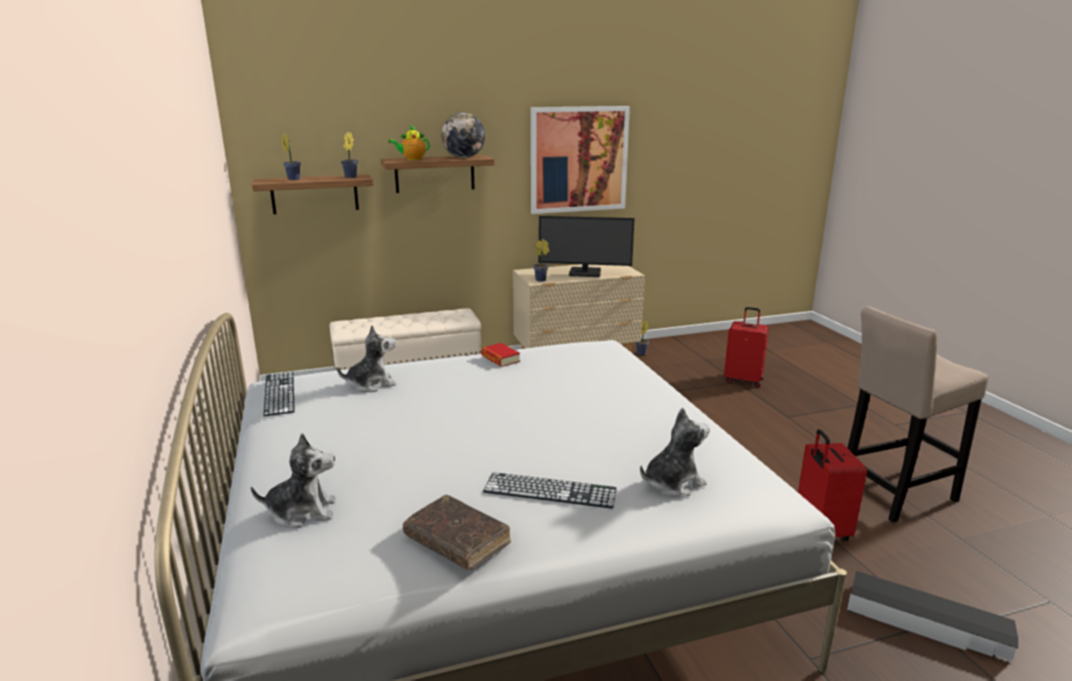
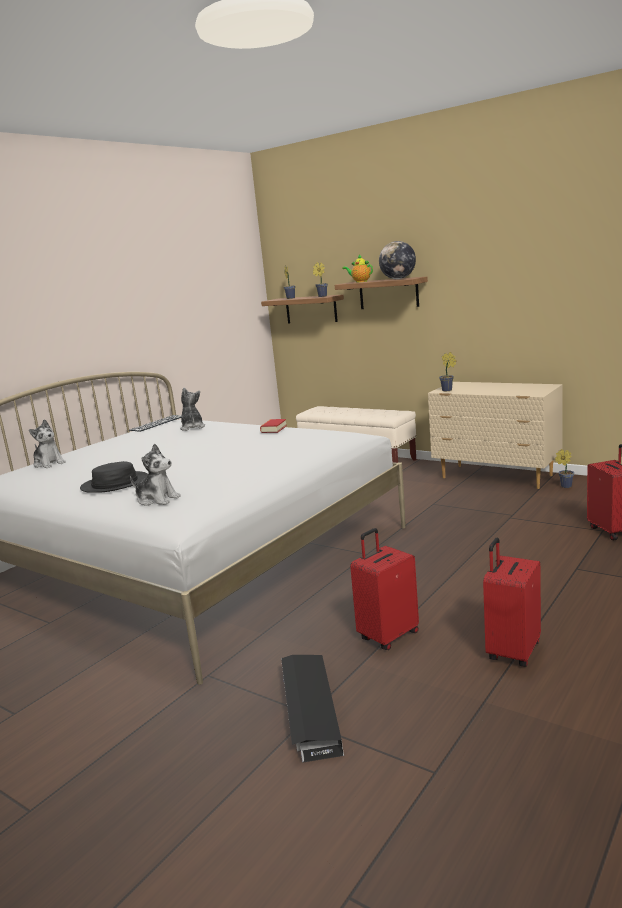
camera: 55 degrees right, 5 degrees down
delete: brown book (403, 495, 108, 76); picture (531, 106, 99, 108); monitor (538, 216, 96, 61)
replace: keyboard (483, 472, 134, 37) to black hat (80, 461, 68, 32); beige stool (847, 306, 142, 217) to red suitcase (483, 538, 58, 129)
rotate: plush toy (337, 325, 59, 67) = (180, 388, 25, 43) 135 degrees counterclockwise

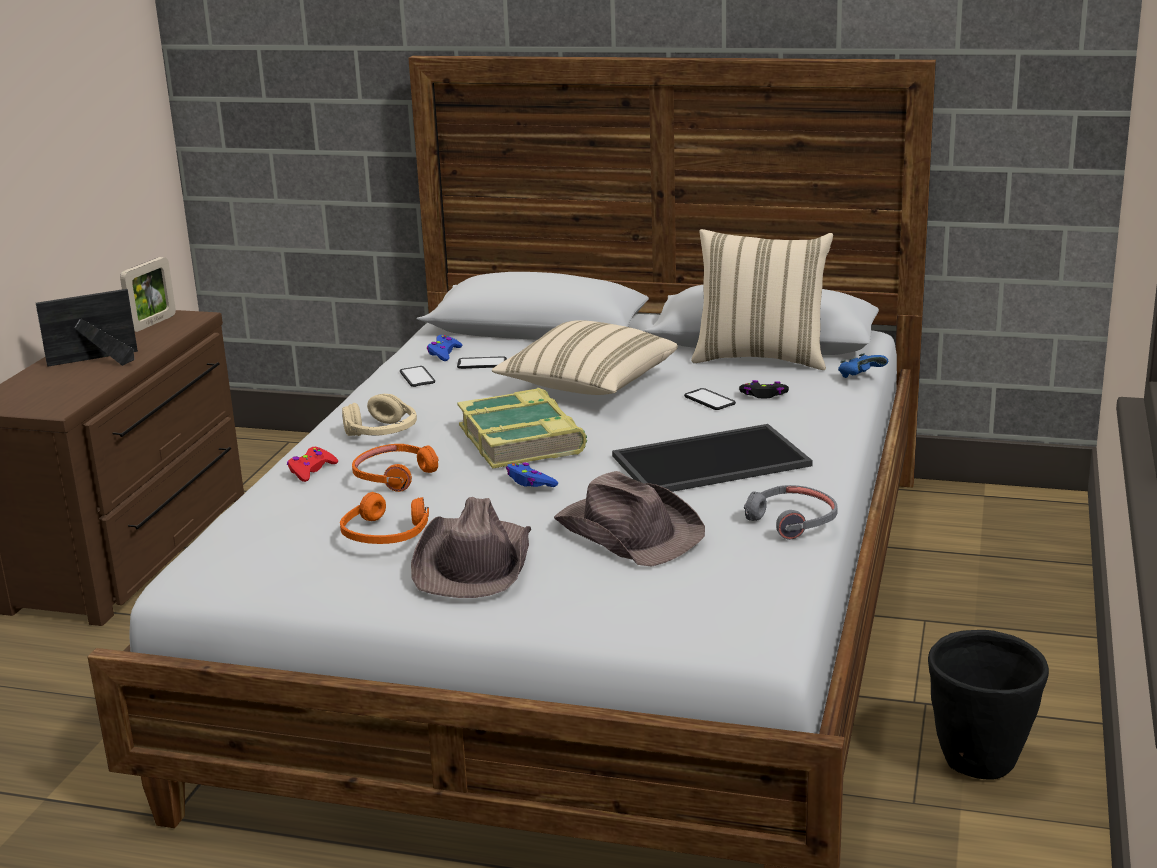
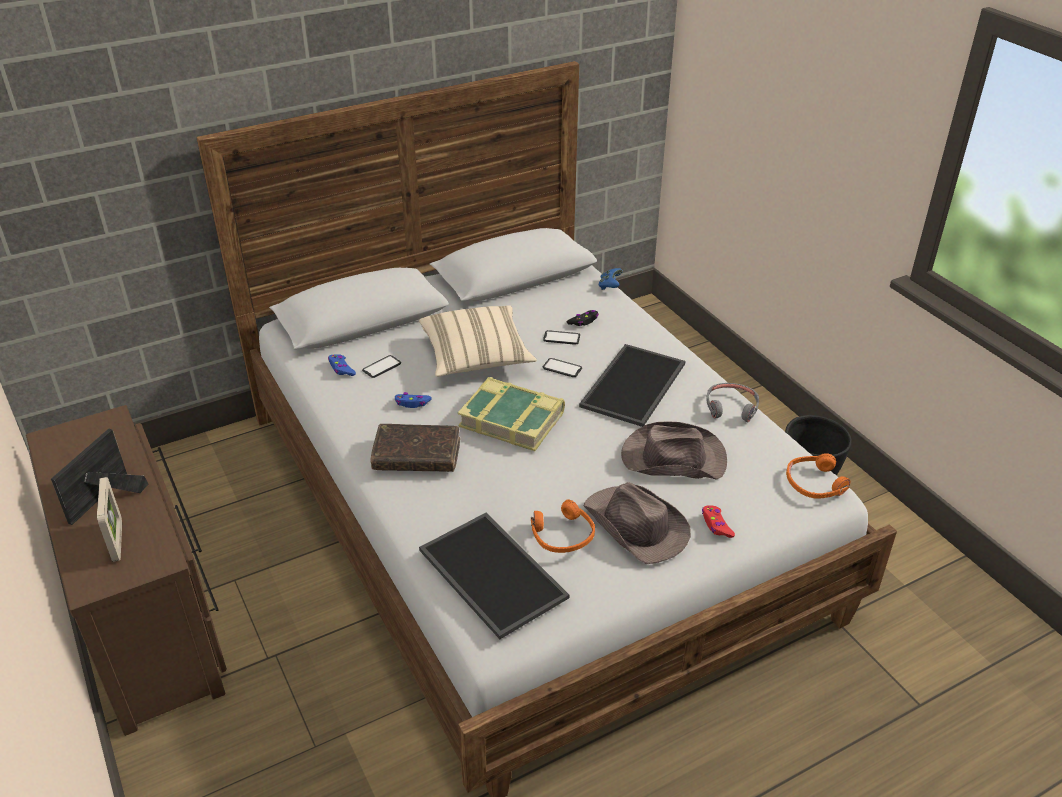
camera: 45 degrees left, 15 degrees up
delete: beige pillow (691, 229, 142, 141)
insert: tray (419, 513, 150, 126)
move: picture frame (120, 257, 56, 75) to (97, 477, 25, 85); red game controller (287, 447, 51, 35) to (702, 505, 33, 33); orange headphones (352, 444, 87, 48) to (786, 453, 64, 46); phone (400, 366, 35, 21) to (543, 358, 39, 19); blue game controller (506, 462, 52, 25) to (395, 392, 37, 16)
replace: beige headphones (342, 394, 75, 42) to brown book (370, 424, 90, 48)

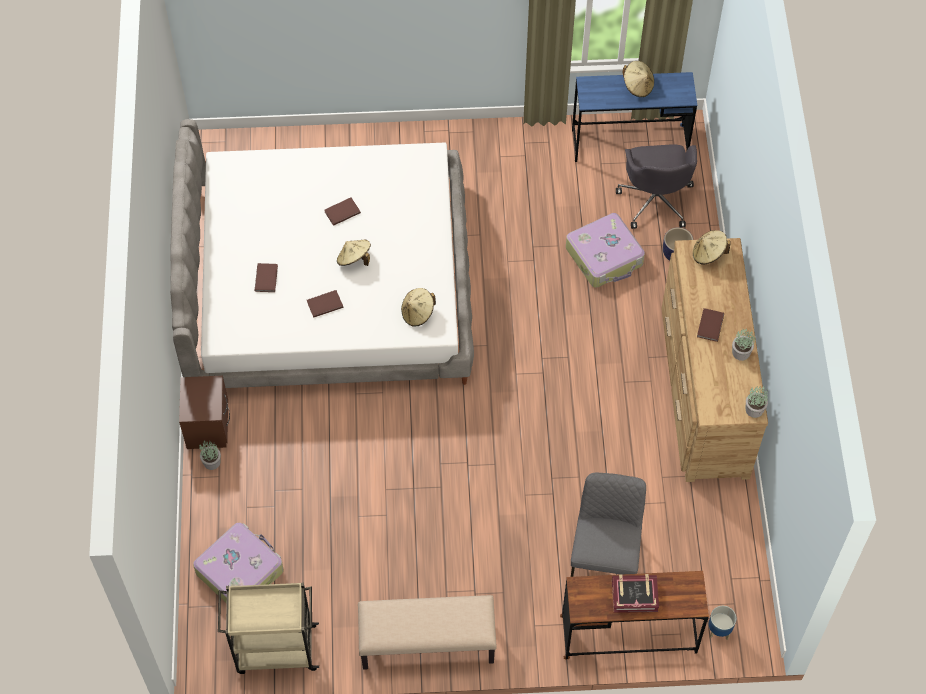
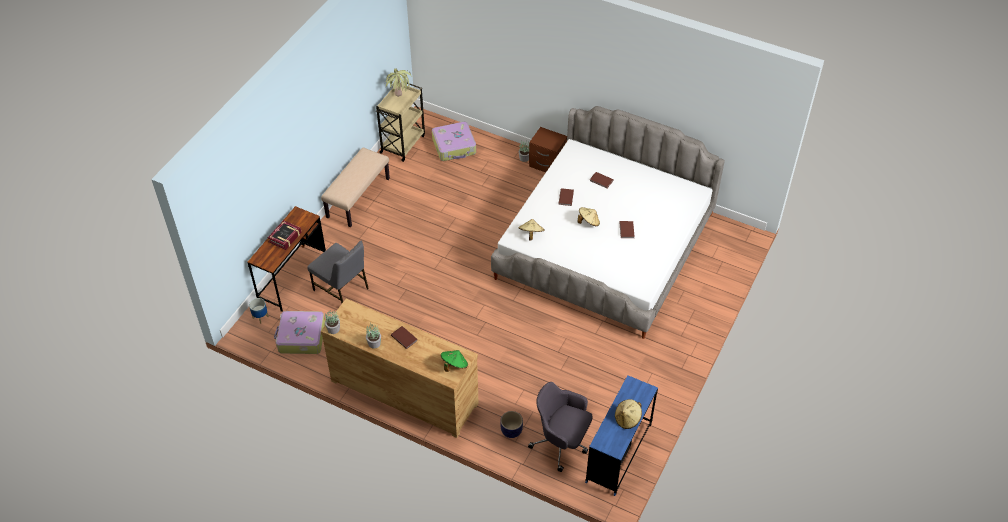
camera: 120 degrees right, 10 degrees down
insert: potted plant (386, 68, 26, 29)
move: suitcase (566, 213, 79, 75) to (274, 311, 51, 43)
recolor: beige hat (693, 230, 37, 34) to green hat (441, 350, 27, 22)

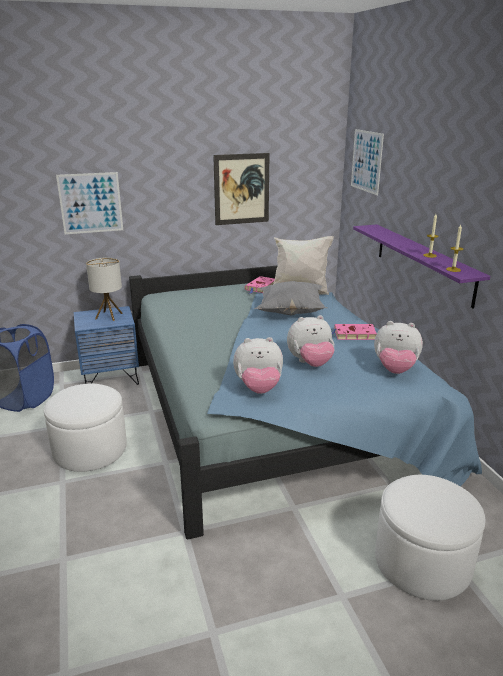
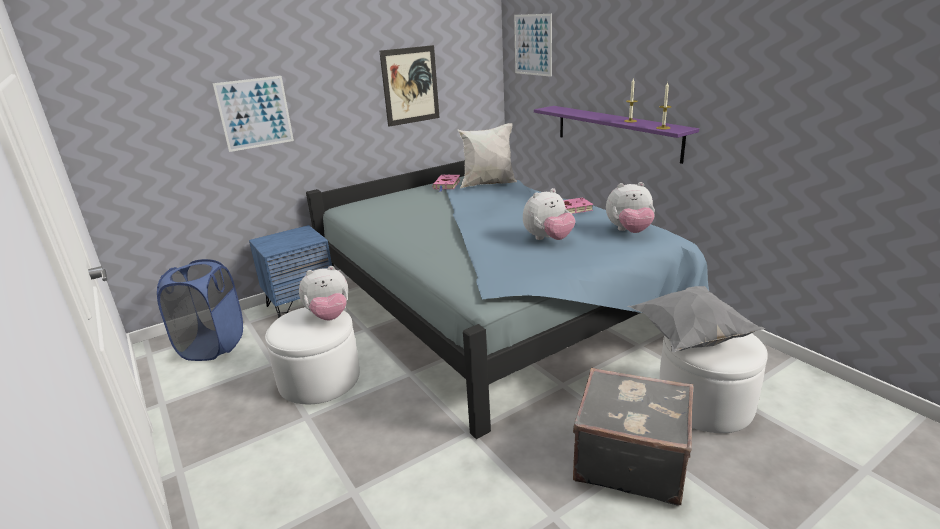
camera: 15 degrees left, 0 degrees up
delete: table lamp (86, 258, 37, 63)
insert: grey suitcase (573, 368, 120, 137)
move: plush toy (233, 337, 50, 57) to (299, 266, 49, 55); grey pillow (254, 281, 73, 35) to (628, 286, 138, 66)

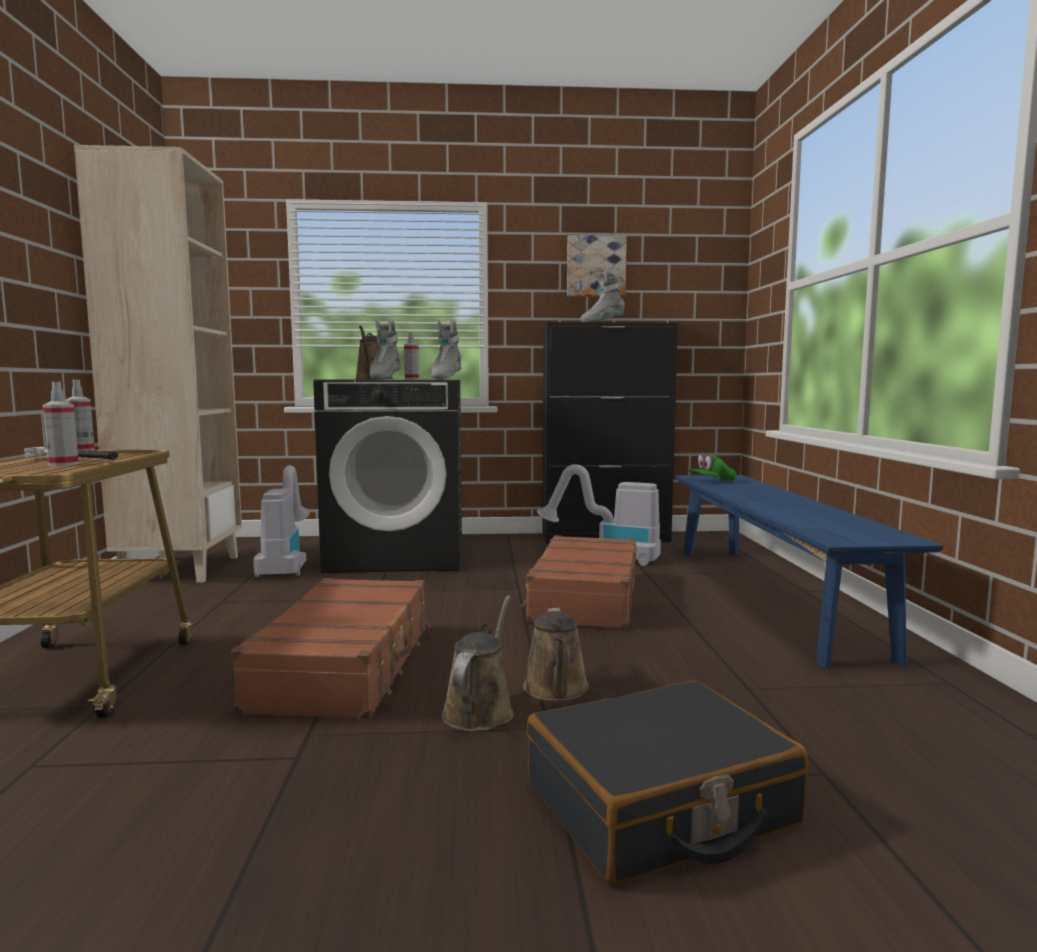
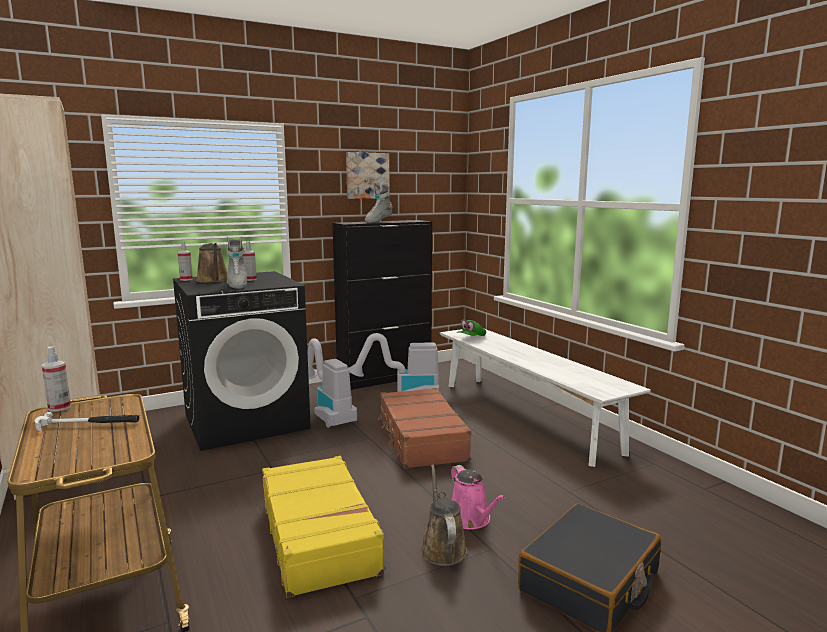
camera: 25 degrees left, 5 degrees up
delete: grey boot (431, 319, 31, 60)
move: spray bottle (43, 382, 36, 84) to (178, 241, 15, 40); vacuum cleaner (253, 465, 56, 112) to (307, 338, 50, 90)
recolor: brown suitcase (231, 578, 200, 142) to yellow suitcase (262, 456, 124, 142); brown watering can (523, 608, 66, 93) to pink watering can (451, 465, 54, 64); blue bench (675, 475, 269, 193) to white bench (440, 329, 211, 138)

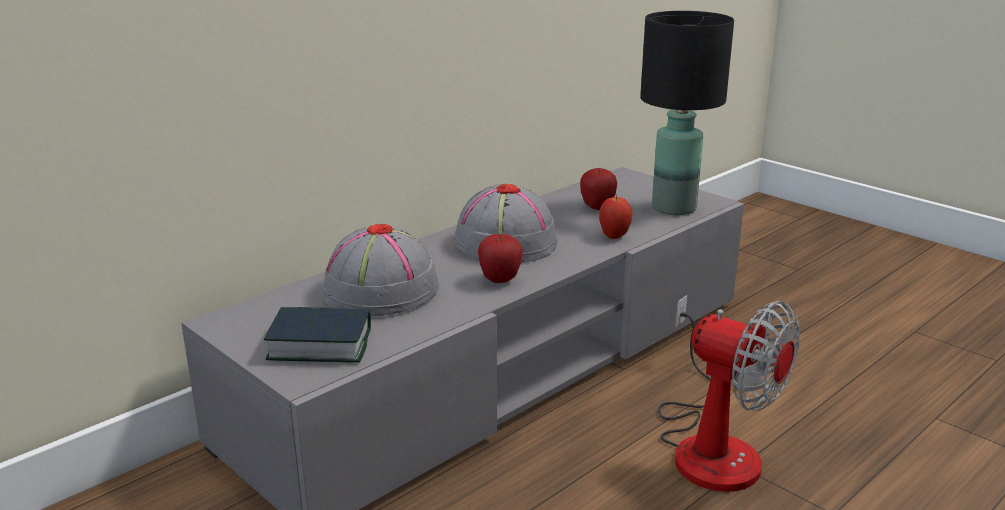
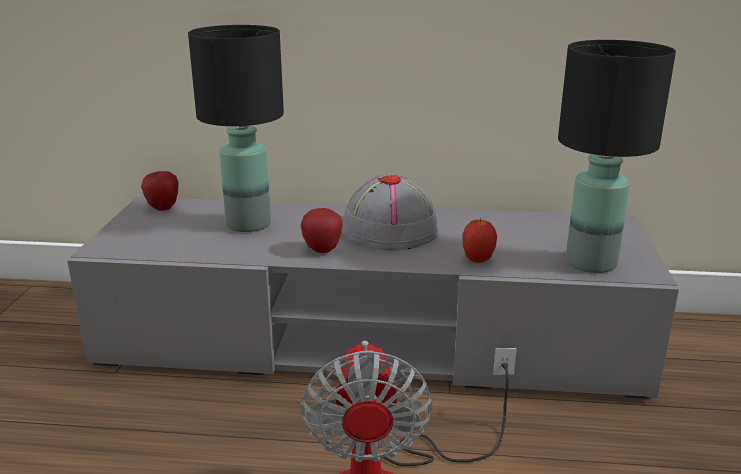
camera: 50 degrees right, 0 degrees up
delete: book (264, 307, 107, 56)
move: apple (580, 168, 37, 42) to (141, 171, 38, 40)
replace: grey hat (323, 223, 116, 93) to black table lamp (188, 25, 96, 207)

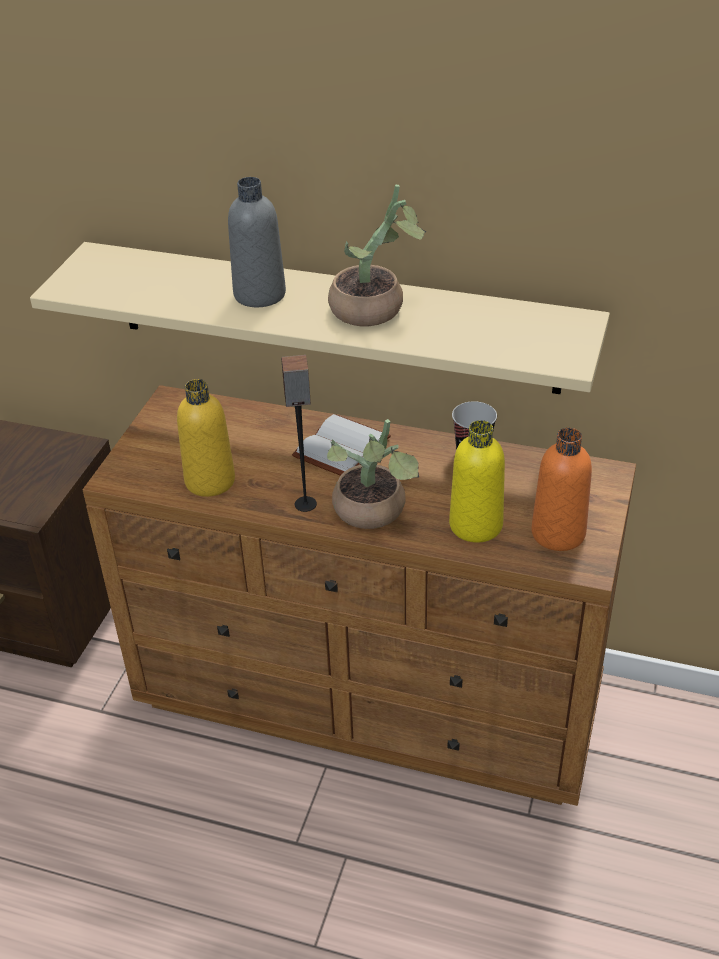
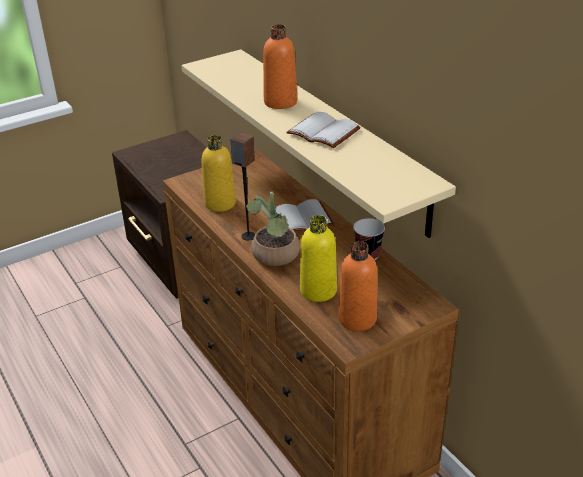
camera: 40 degrees right, 5 degrees down
replace: potted plant (328, 185, 98, 141) to white book (286, 112, 75, 36)
recolor: grey bottle (228, 177, 58, 130) to orange bottle (263, 24, 34, 85)

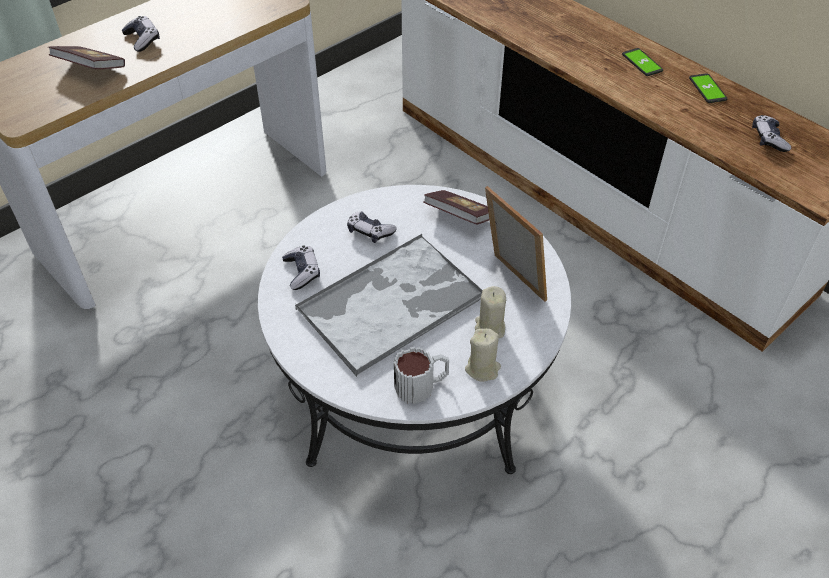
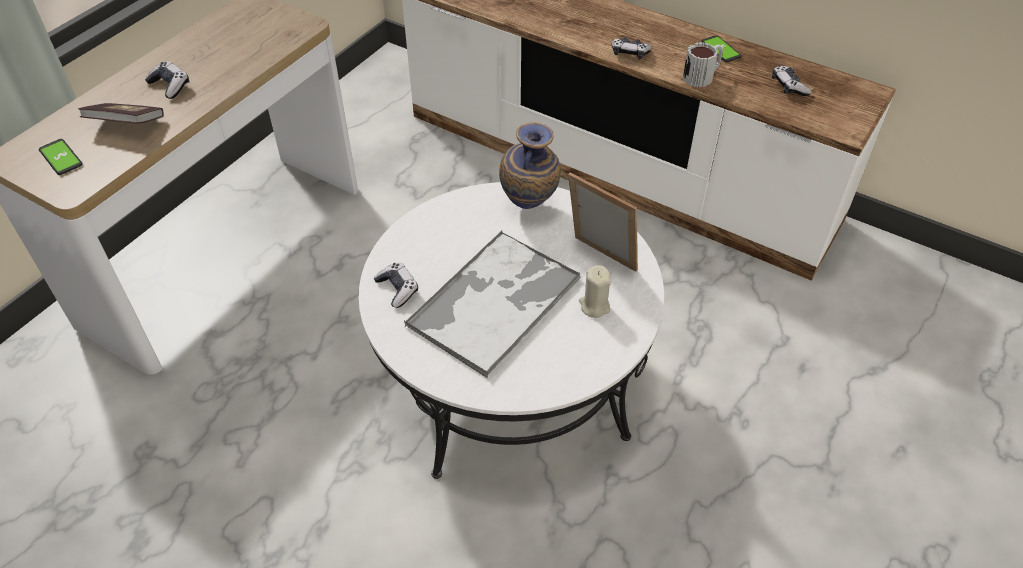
camera: 15 degrees left, 0 degrees up
delete: beige candle (465, 329, 36, 53)
move: game controller (347, 211, 50, 32) to (611, 37, 41, 22); mug (394, 347, 55, 57) to (683, 42, 41, 45); phone (622, 48, 41, 28) to (39, 139, 44, 36)
replace: book (423, 190, 67, 34) to vase (499, 122, 62, 87)

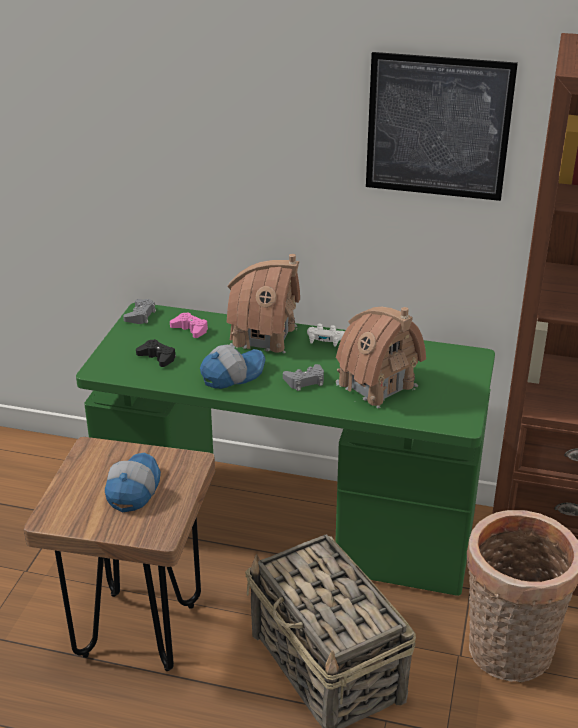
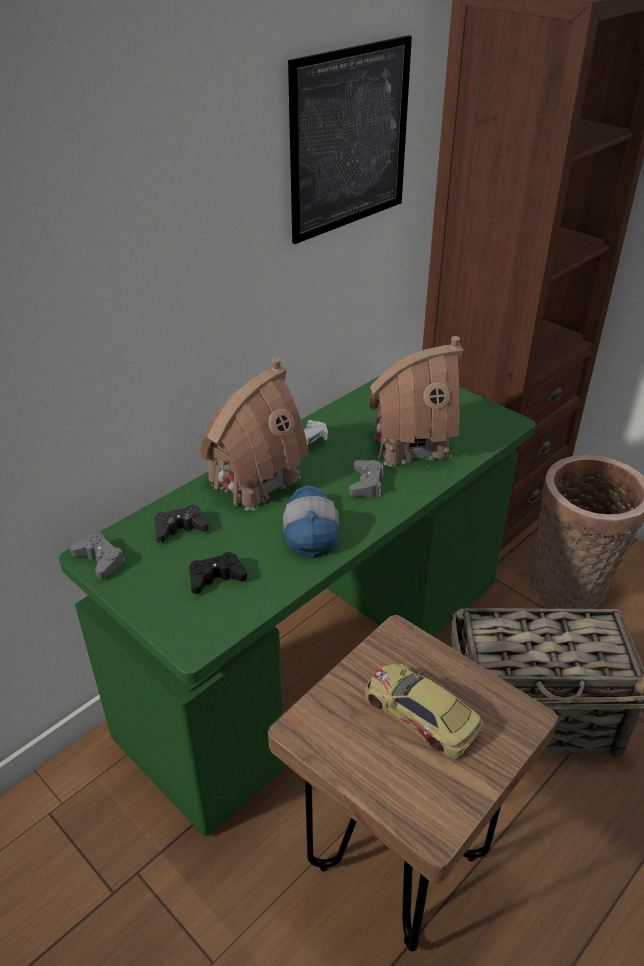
camera: 60 degrees left, 5 degrees up
replace: cap (105, 453, 56, 60) to toy car (365, 664, 118, 95)
recolor: pink game controller (170, 312, 38, 26) to black game controller (155, 505, 54, 38)

